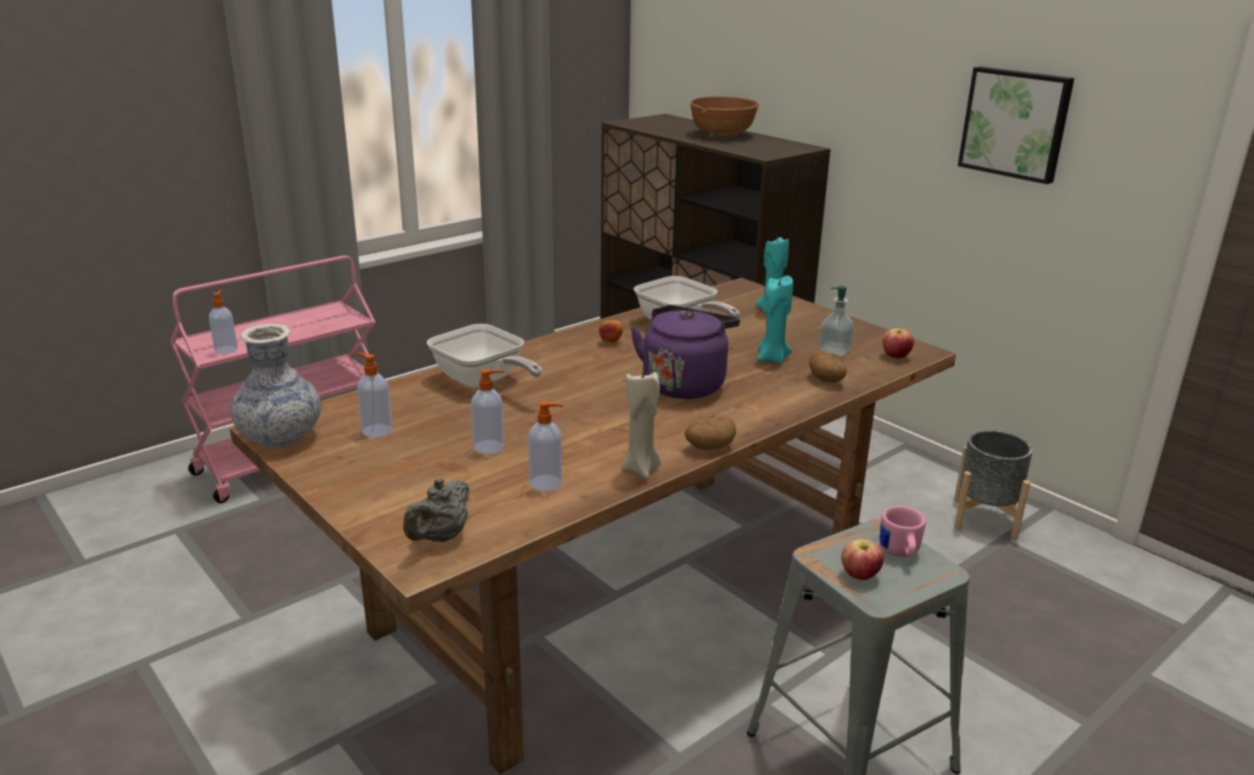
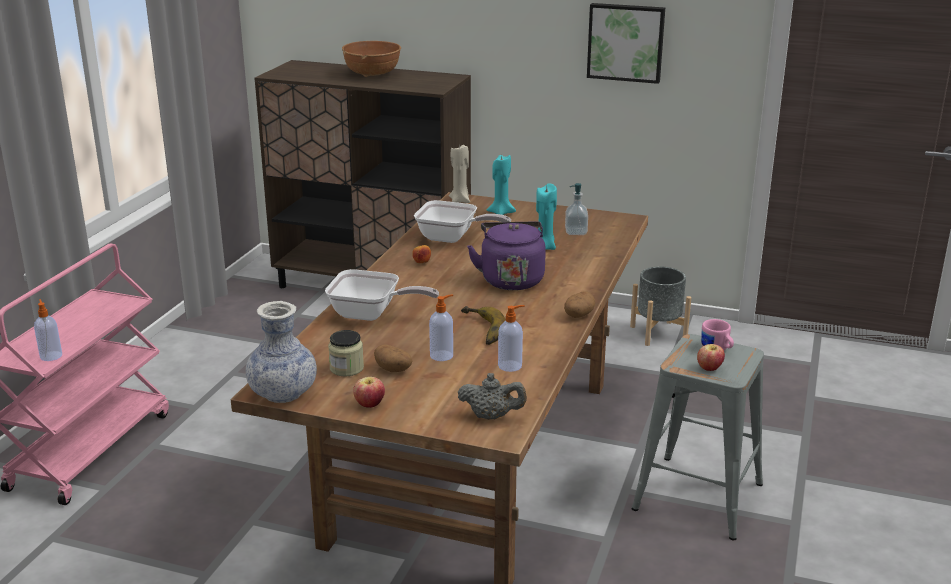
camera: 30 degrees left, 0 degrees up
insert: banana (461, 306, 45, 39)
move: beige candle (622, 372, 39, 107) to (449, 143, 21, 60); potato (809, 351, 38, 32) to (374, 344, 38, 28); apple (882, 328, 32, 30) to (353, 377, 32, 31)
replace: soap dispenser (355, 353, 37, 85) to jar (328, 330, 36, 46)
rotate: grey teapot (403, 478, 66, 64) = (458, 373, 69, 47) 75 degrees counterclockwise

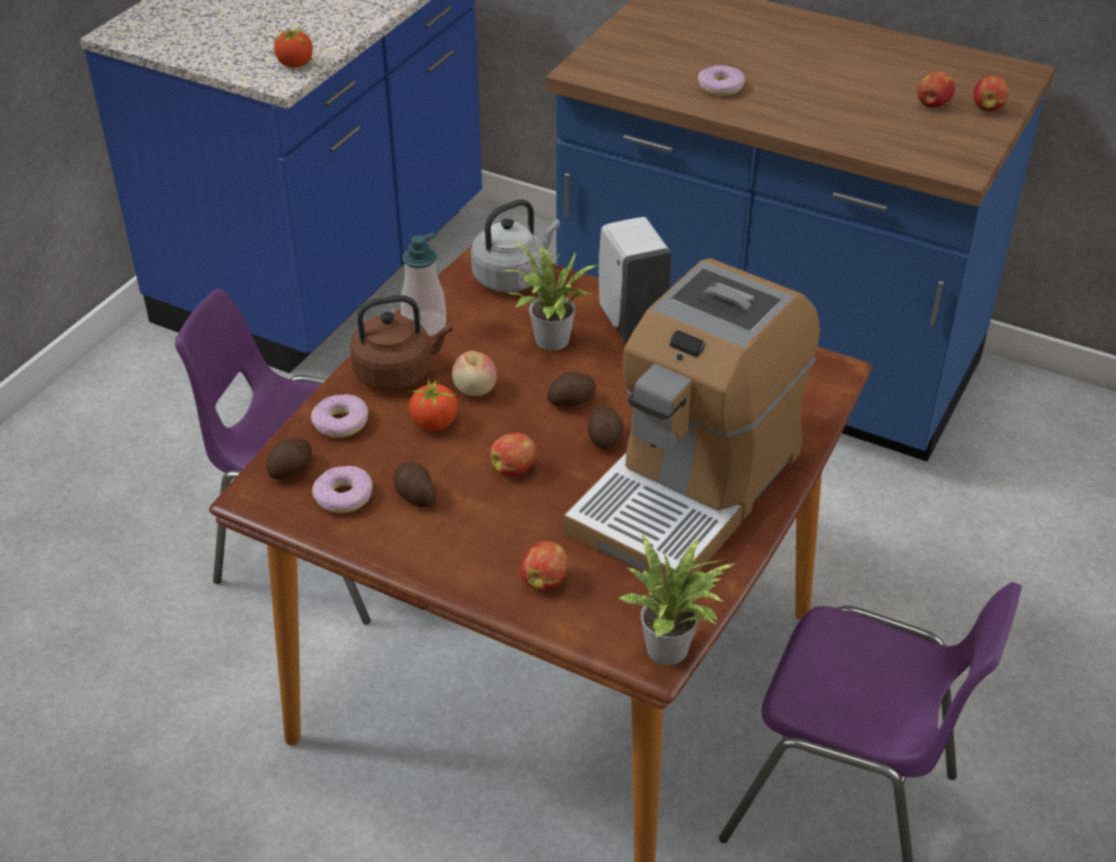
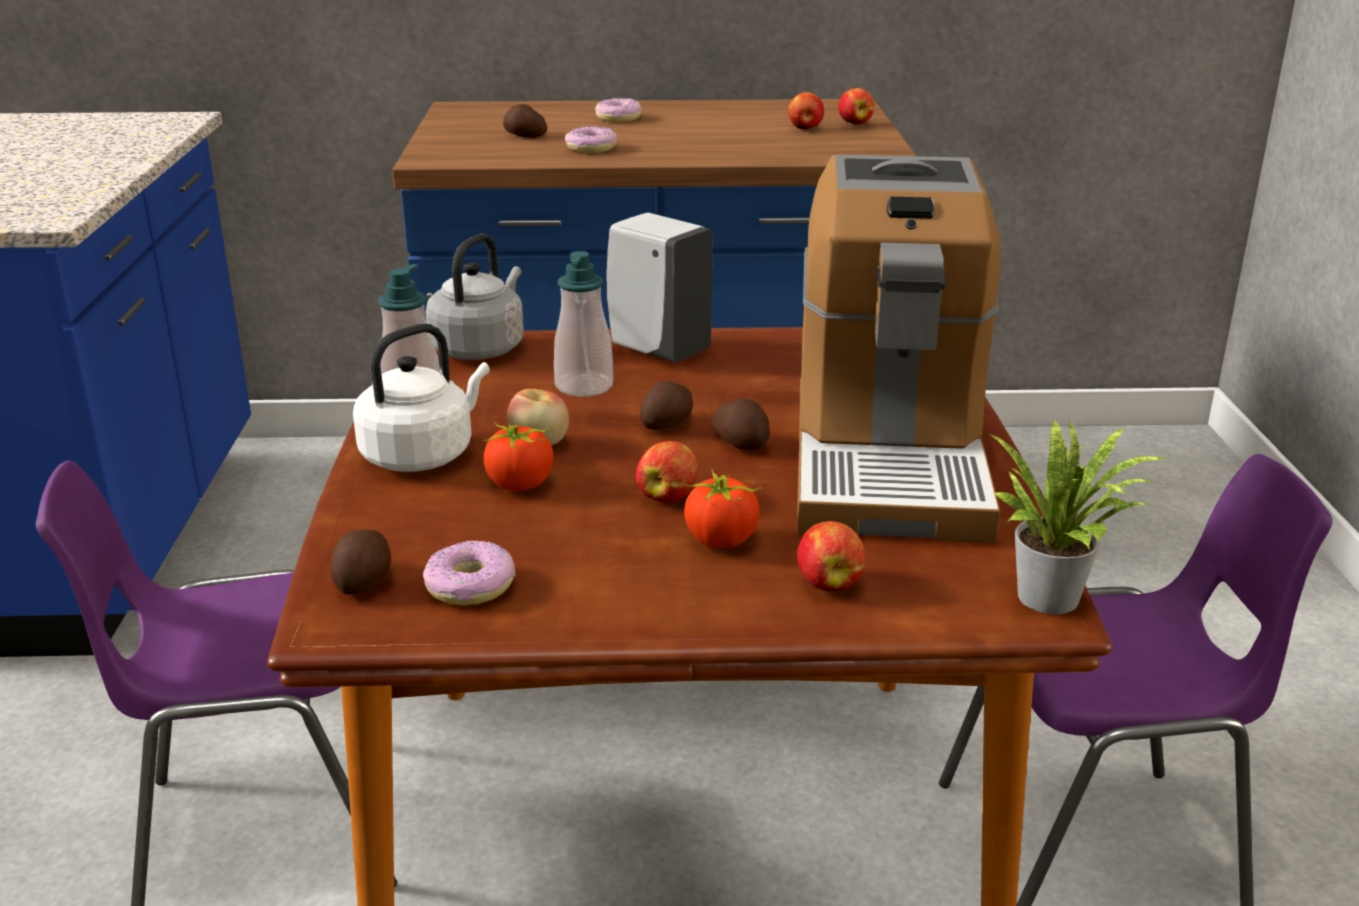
camera: 30 degrees left, 15 degrees down
move: tomato (271, 26, 42, 42) to (684, 469, 78, 79); donut (311, 394, 57, 44) to (595, 98, 47, 24); potato (394, 462, 42, 45) to (503, 104, 44, 34)
replace: potted plant (505, 241, 93, 110) to soap dispenser (554, 251, 59, 146)
recolor: brown kettle (350, 295, 103, 96) to white kettle (353, 323, 137, 149)

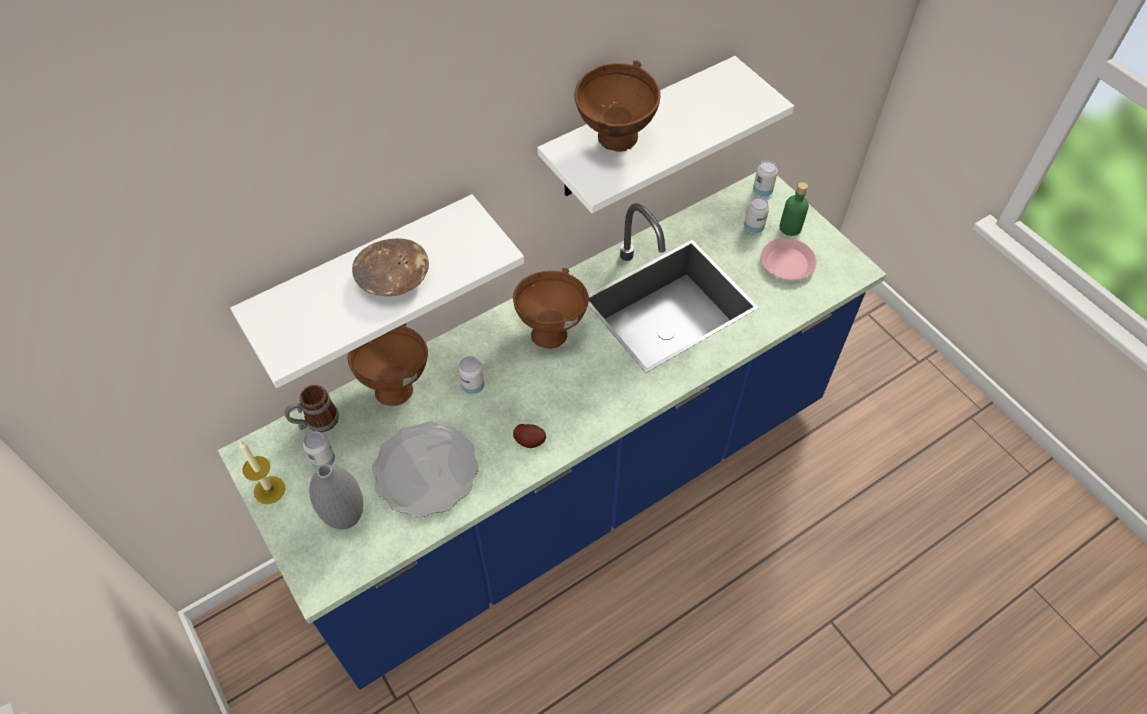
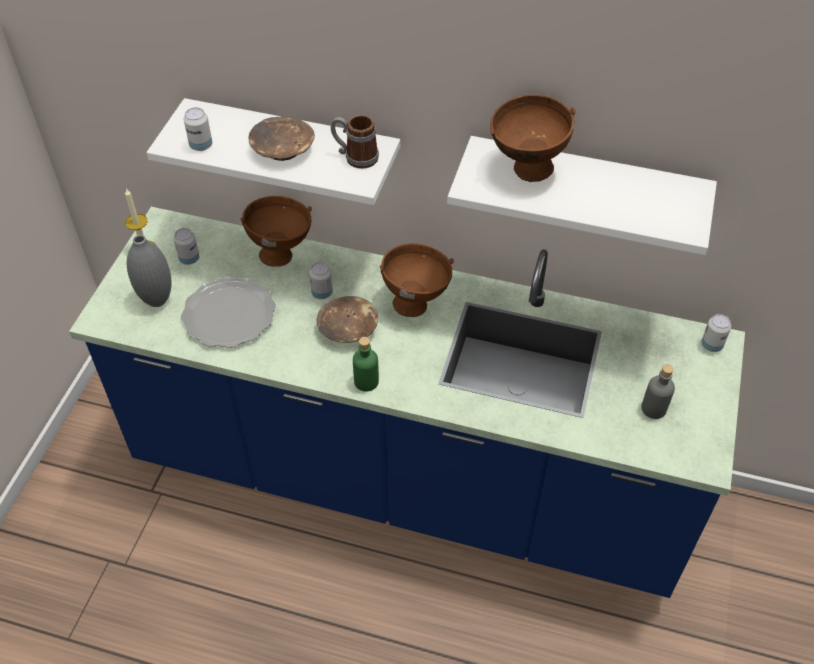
camera: 50 degrees right, 5 degrees down
delete: potato (513, 424, 33, 24)
insert: brown bowl (316, 296, 62, 47)
move: mug (284, 385, 55, 47) to (331, 115, 48, 54); can (744, 197, 25, 36) to (184, 107, 28, 44); green bottle (780, 182, 29, 54) to (353, 337, 26, 55)
replace: pink plate (761, 238, 55, 43) to grey bottle (641, 364, 34, 55)

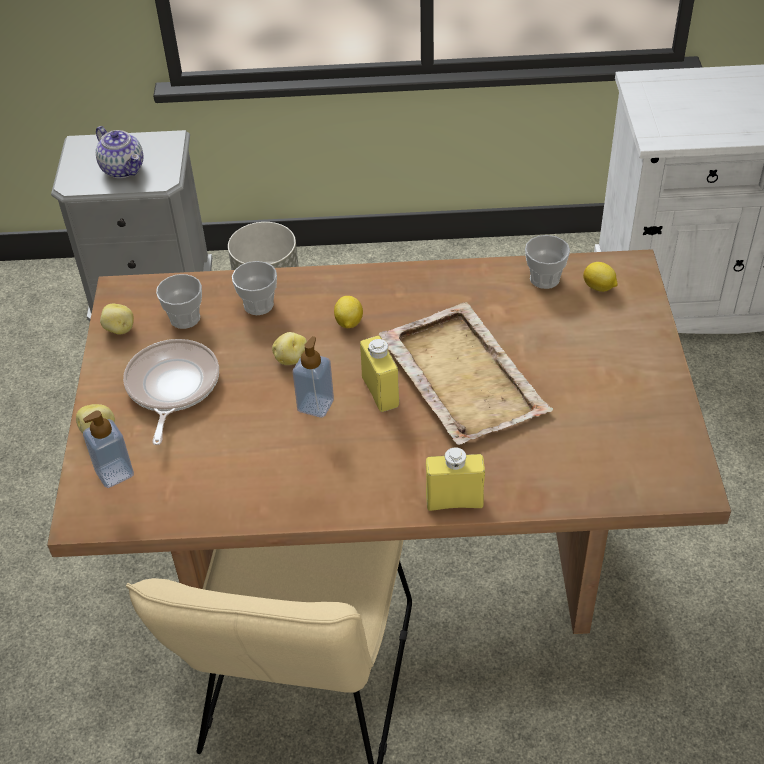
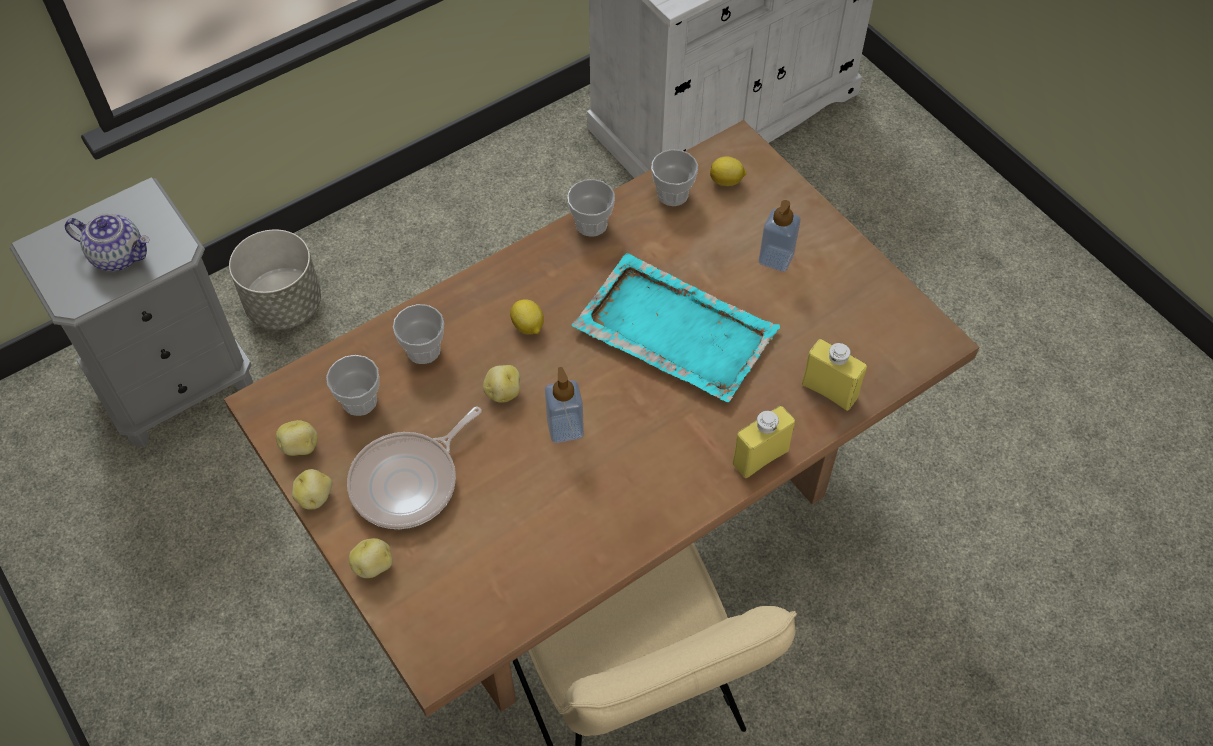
camera: 35 degrees left, 10 degrees up
insert: potato (292, 469, 40, 41); cup (567, 179, 48, 58)
move: soap dispenser (83, 411, 51, 77) to (759, 200, 42, 72); yellow bottle (360, 336, 39, 76) to (802, 339, 65, 72)
recolor: beige tray (379, 302, 174, 143) to turquoise tray (572, 253, 208, 149)
rotate: frying pan (123, 339, 96, 106) = (347, 406, 135, 123) 105 degrees counterclockwise

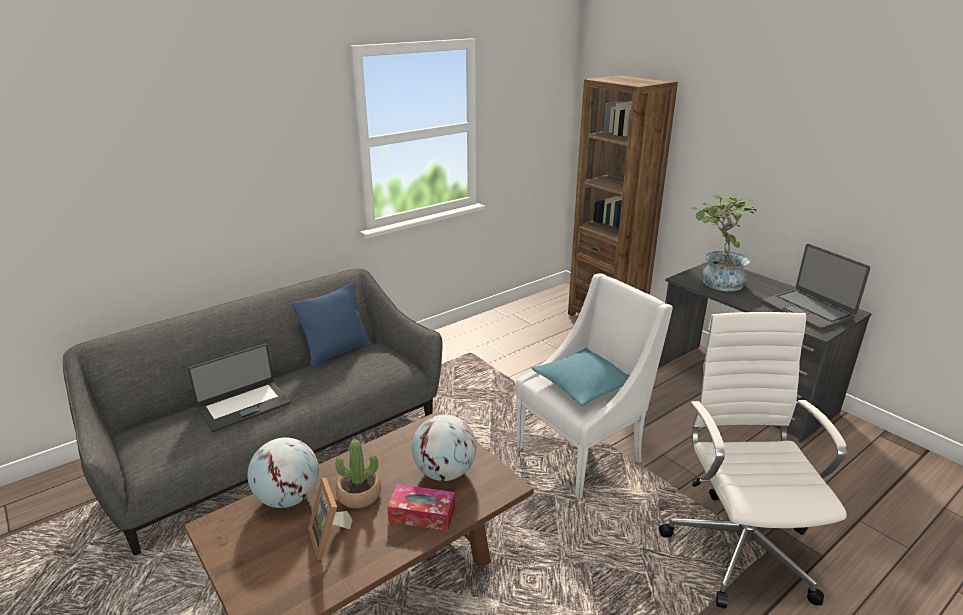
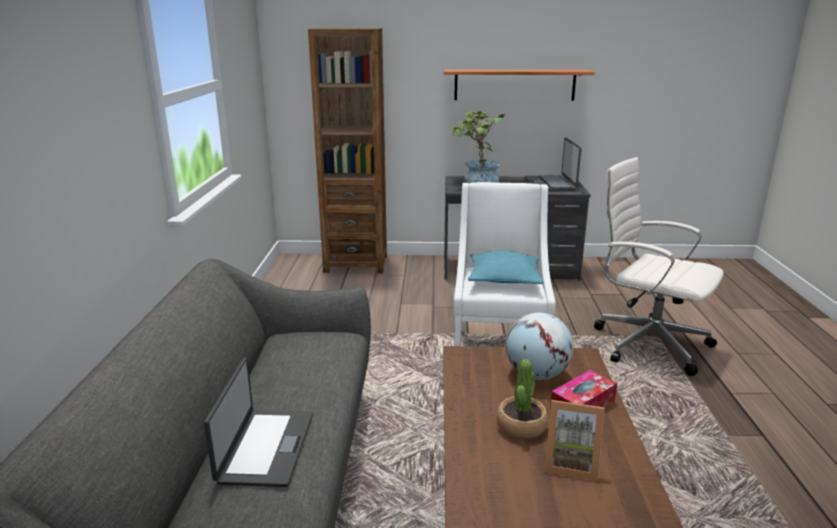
camera: 50 degrees left, 5 degrees down
delete: globe (247, 438, 72, 70); blue pillow (292, 282, 79, 86)
insert: shelf (444, 69, 151, 32)
rotate: laptop (762, 244, 109, 86) = (524, 137, 57, 54) 75 degrees clockwise

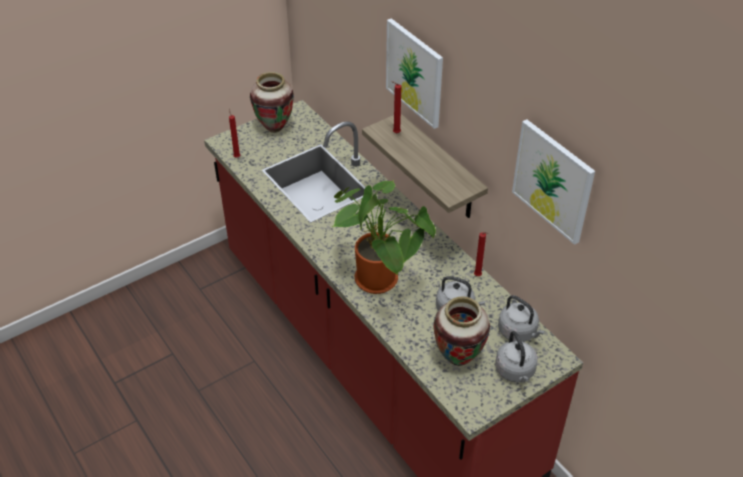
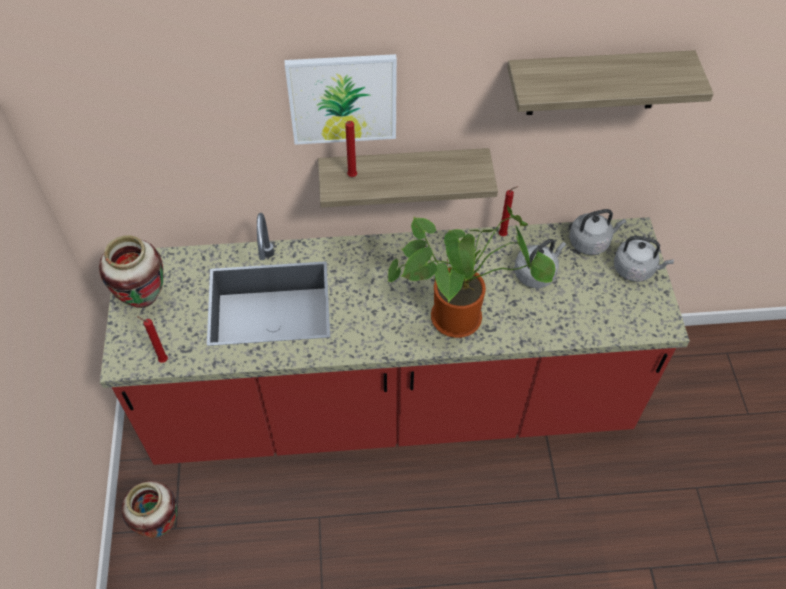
camera: 60 degrees left, 10 degrees up
move: vase (433, 296, 57, 70) to (122, 481, 55, 57)
replace: picture (512, 119, 83, 126) to shelf (507, 50, 207, 65)

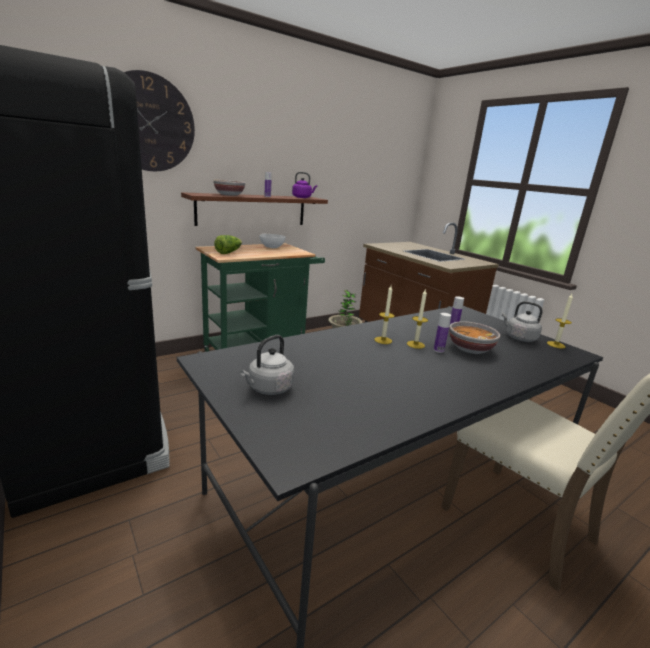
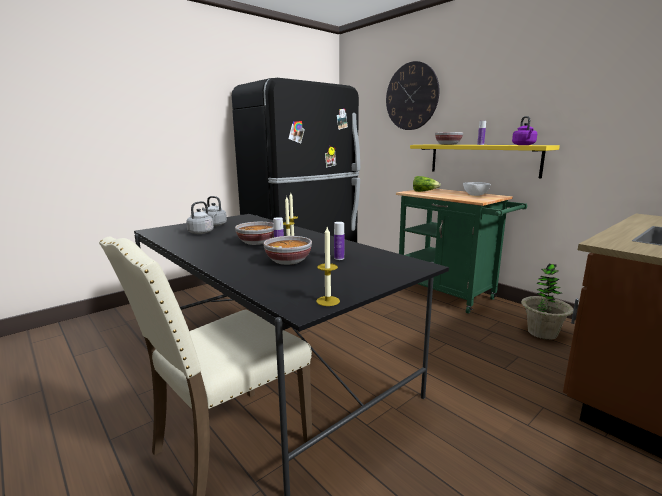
camera: 85 degrees right, 5 degrees down
insert: bowl (235, 222, 39, 23)
move: grey kettle (502, 301, 41, 41) to (186, 201, 31, 33)
recolor: brown shelf (181, 192, 147, 34) to yellow shelf (410, 145, 150, 33)

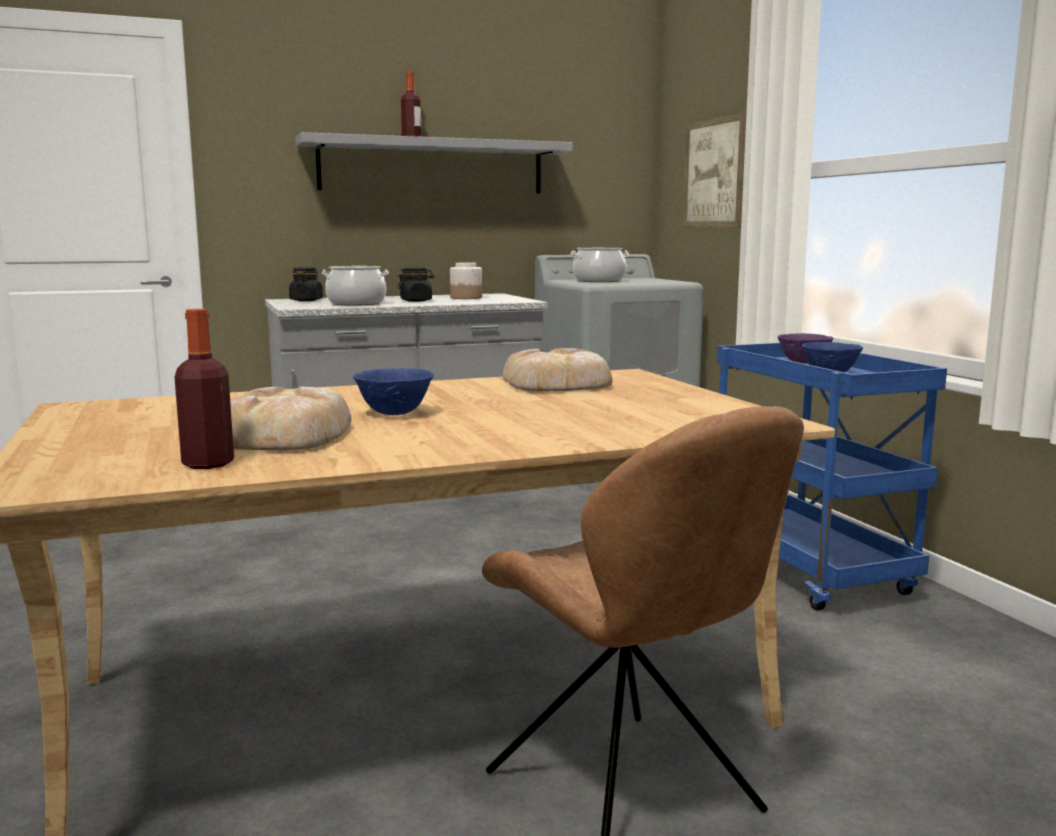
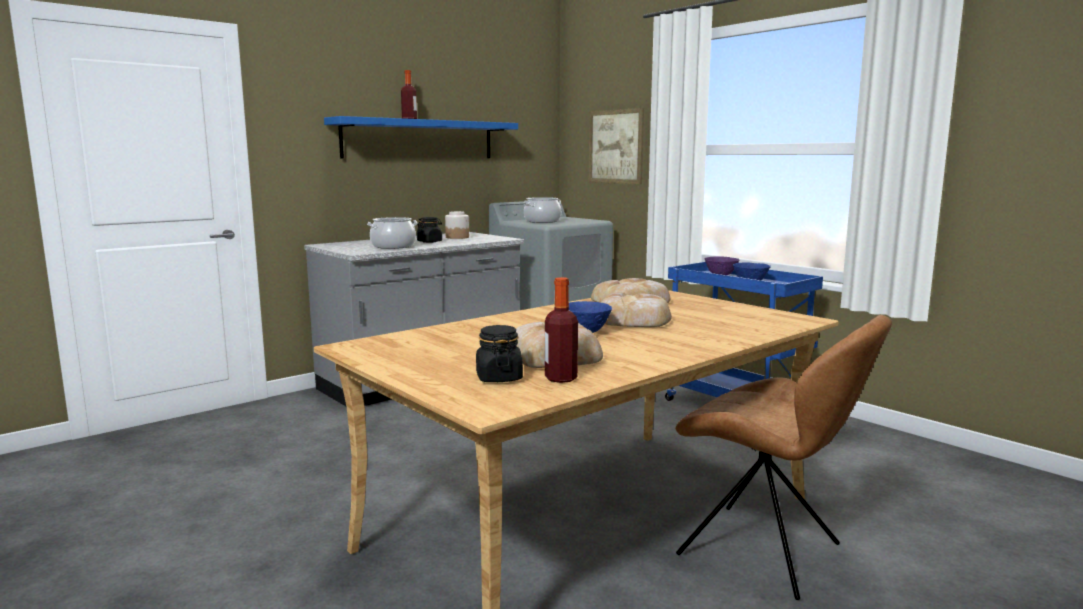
camera: 20 degrees left, 0 degrees up
insert: bread (600, 292, 72, 35)
move: black jar (289, 267, 34, 34) to (476, 325, 47, 57)
recolor: grey shelf (295, 132, 278, 61) to blue shelf (324, 116, 194, 42)

